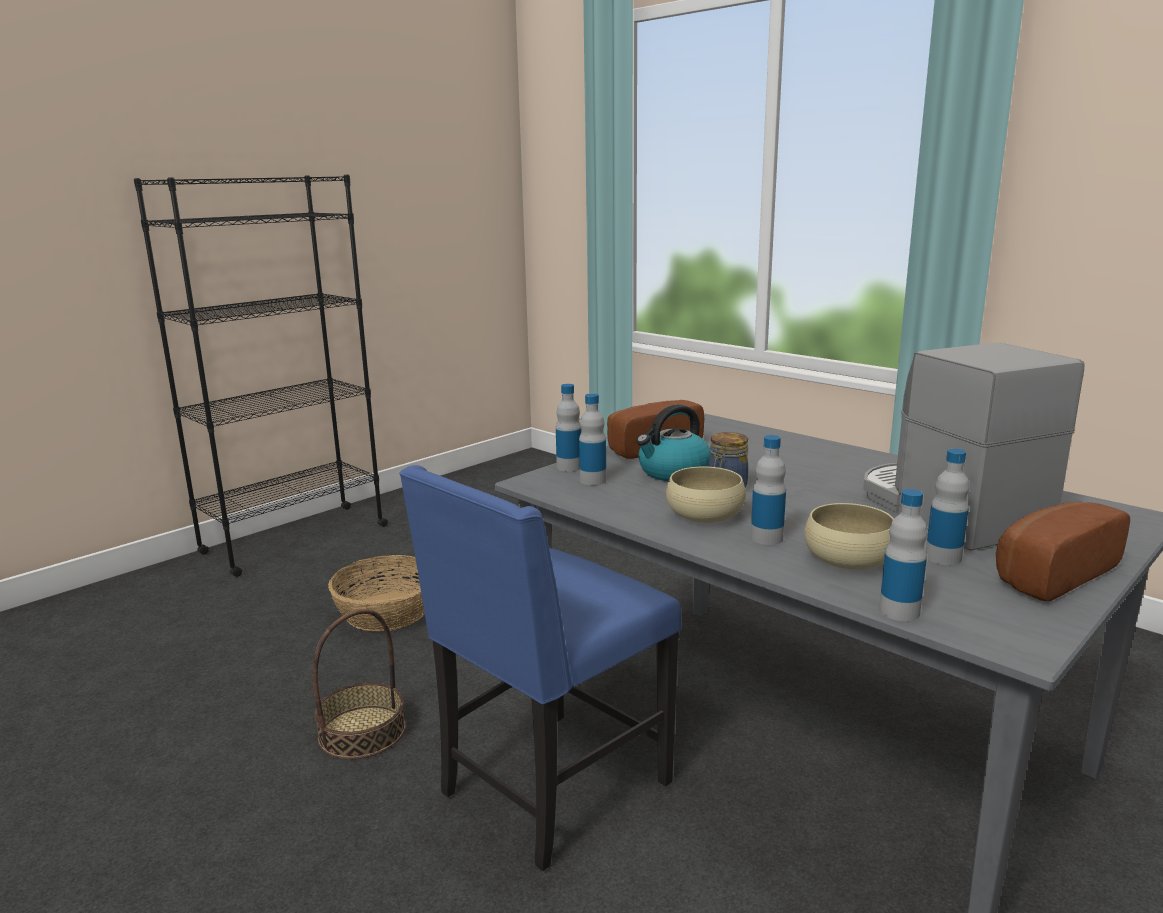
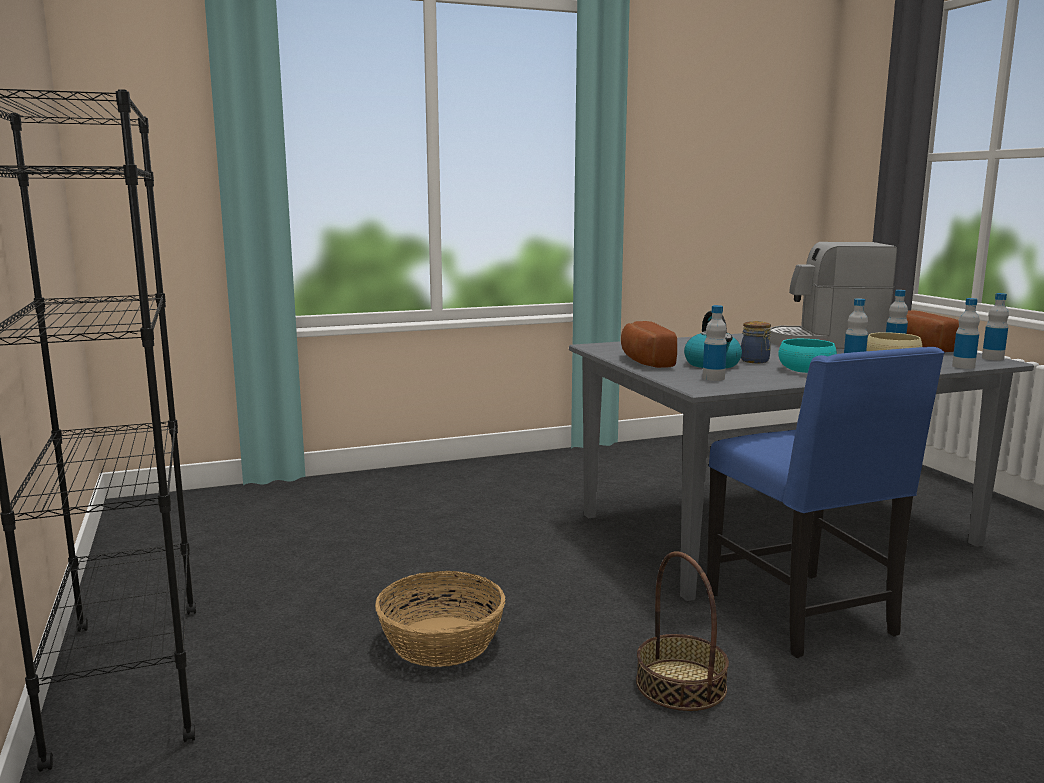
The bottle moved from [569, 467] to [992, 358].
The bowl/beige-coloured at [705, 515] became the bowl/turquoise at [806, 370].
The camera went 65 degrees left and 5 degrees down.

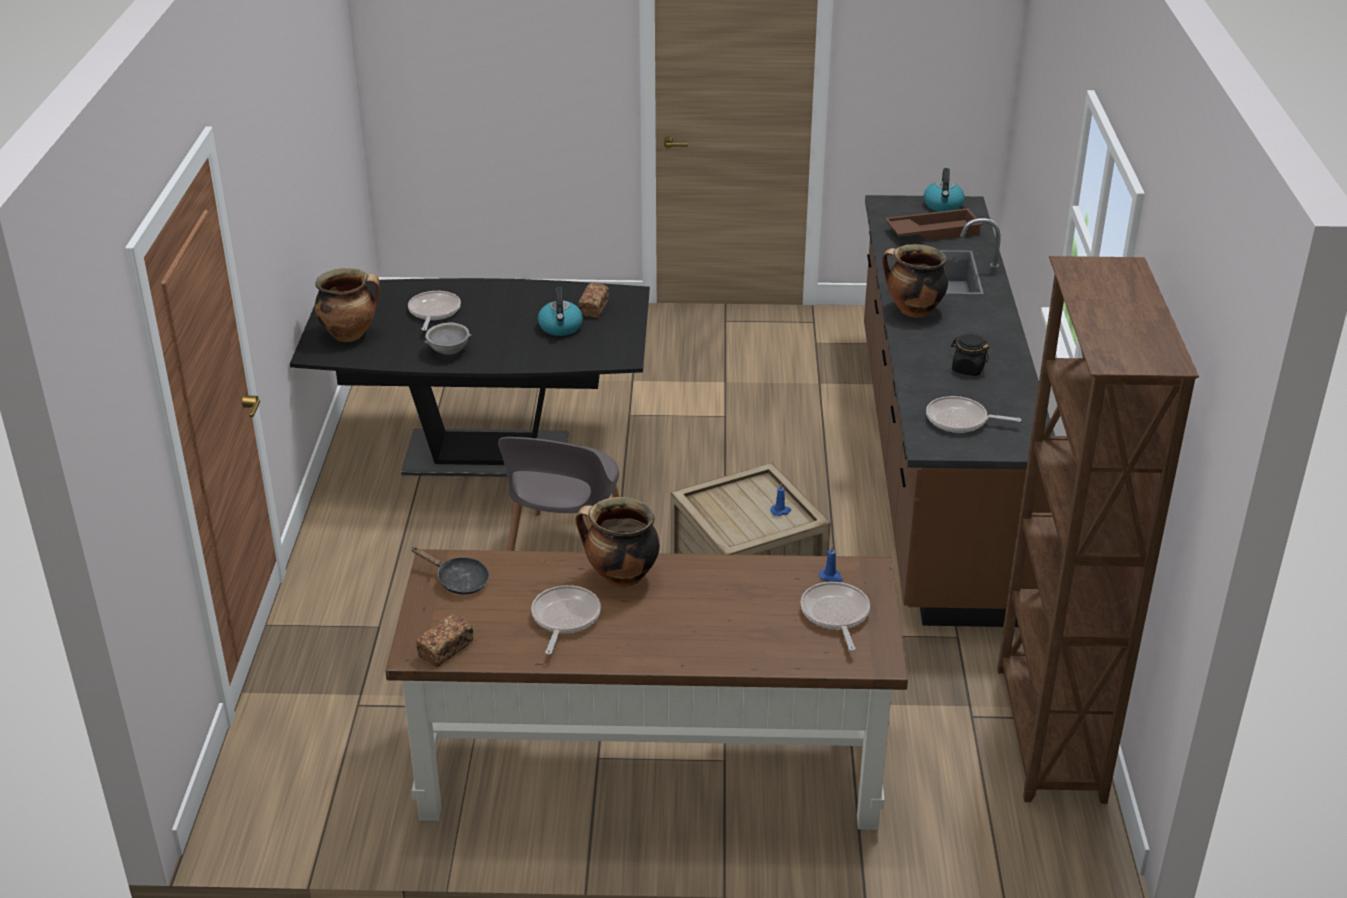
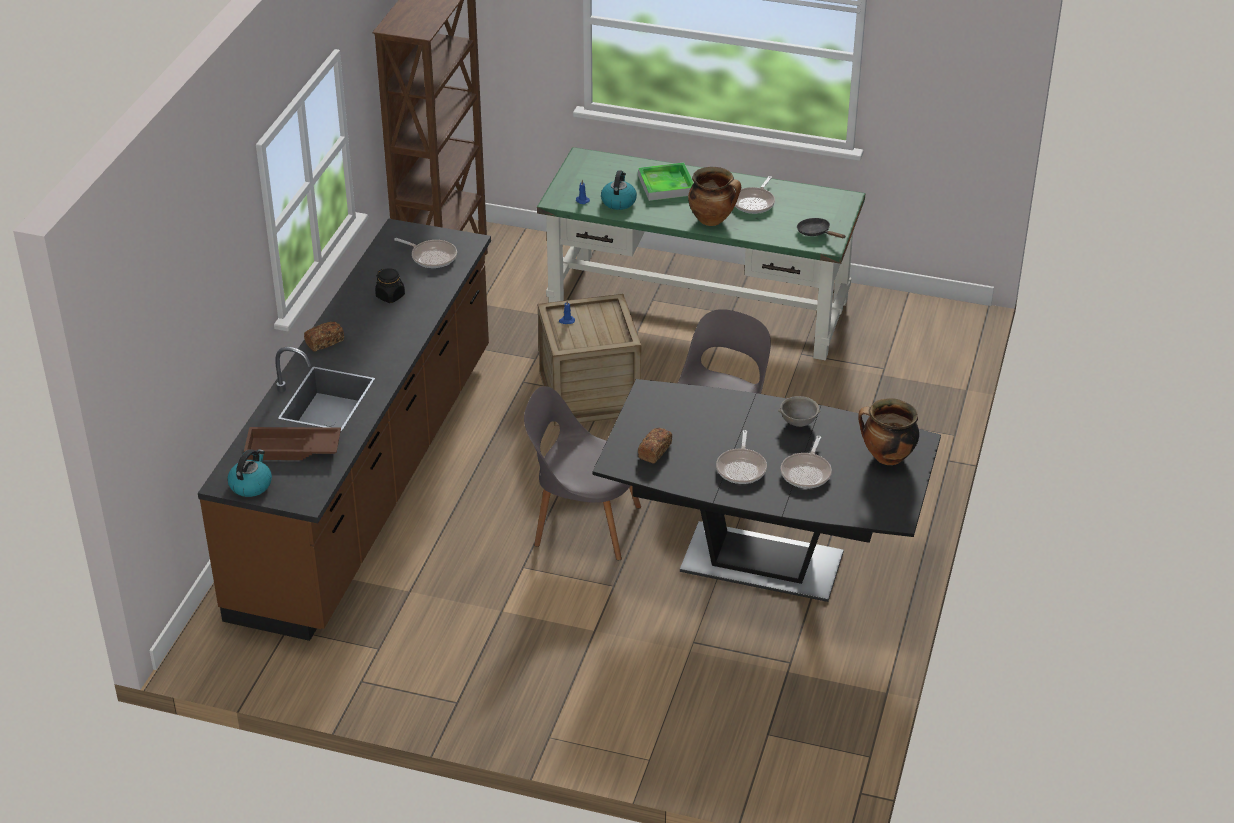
The cooking pot at [912, 311] disappeared.
The water kettle moved from [560, 327] to [618, 201].
The desk unit/brown-coloured at [648, 764] became the desk unit/green-coloured at [700, 305].
The frying pan moved from [835, 615] to [741, 468].
The baked bread moved from [446, 649] to [324, 342].
The carrying tray at [666, 185] appeared.
The upright chair/greyish at [582, 524] appeared.
The camera went 165 degrees left and 5 degrees up.

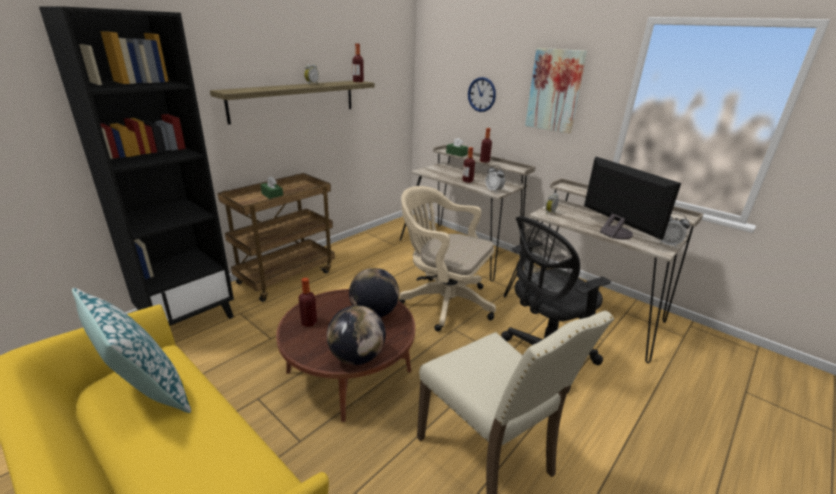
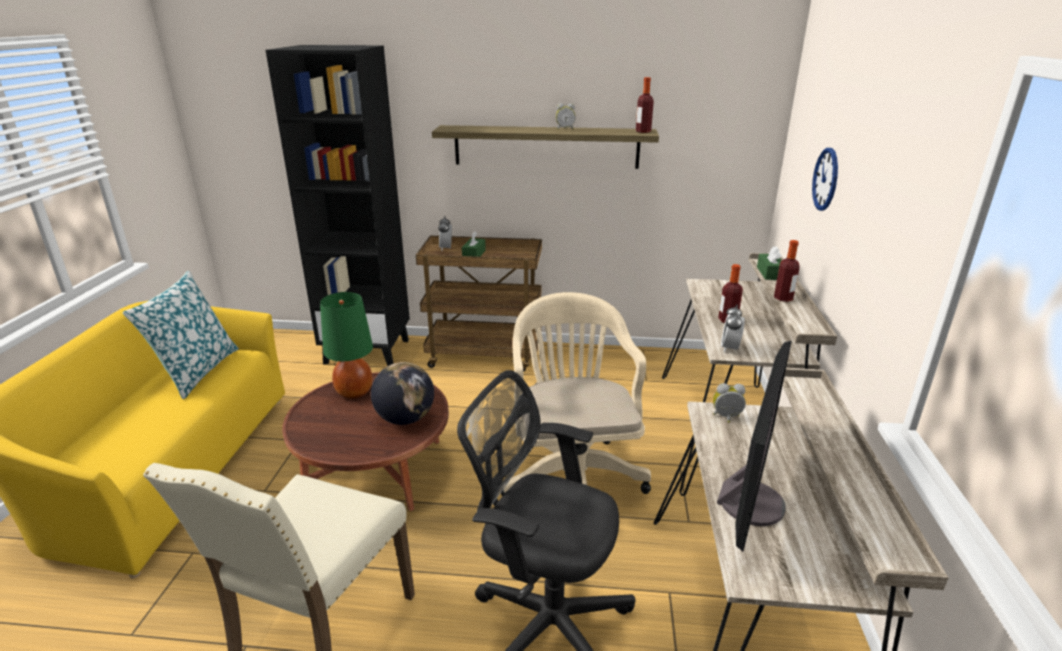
The wall art at [554, 90] disappeared.
The alarm clock moved from [668, 244] to [446, 248].
The bottle at [309, 322] was replaced by the tabletop lamp/green-coloured at [354, 392].
The desk globe at [357, 357] disappeared.
The camera went 55 degrees right and 0 degrees up.

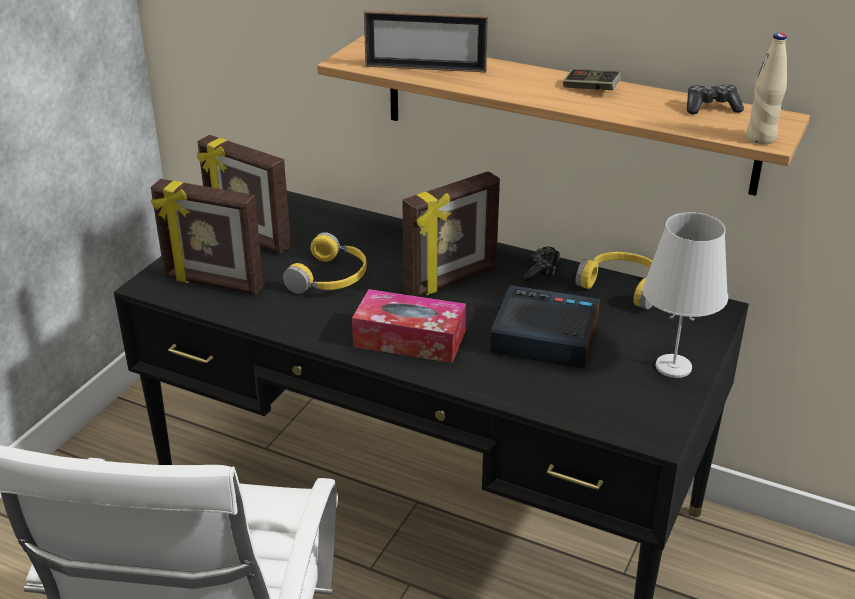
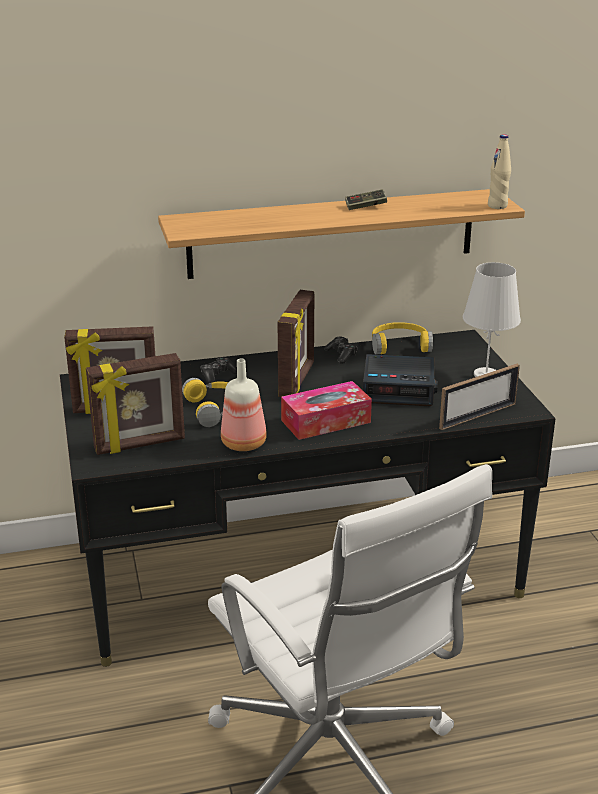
The standing frame moved from [425, 68] to [478, 416].
The gamepad moved from [711, 107] to [218, 376].
The alarm clock at [543, 338] turned 150 degrees counterclockwise.
The bottle at [244, 443] appeared.
The camera went 40 degrees left and 5 degrees down.

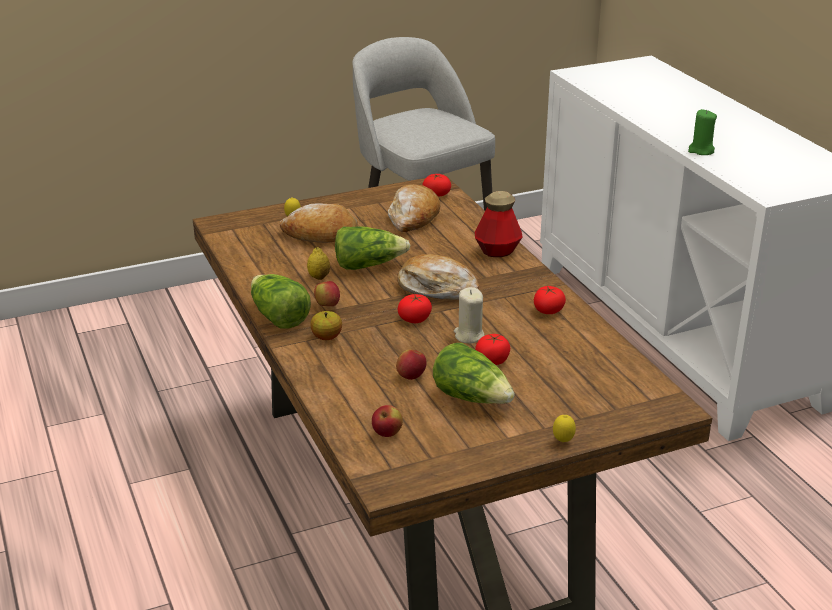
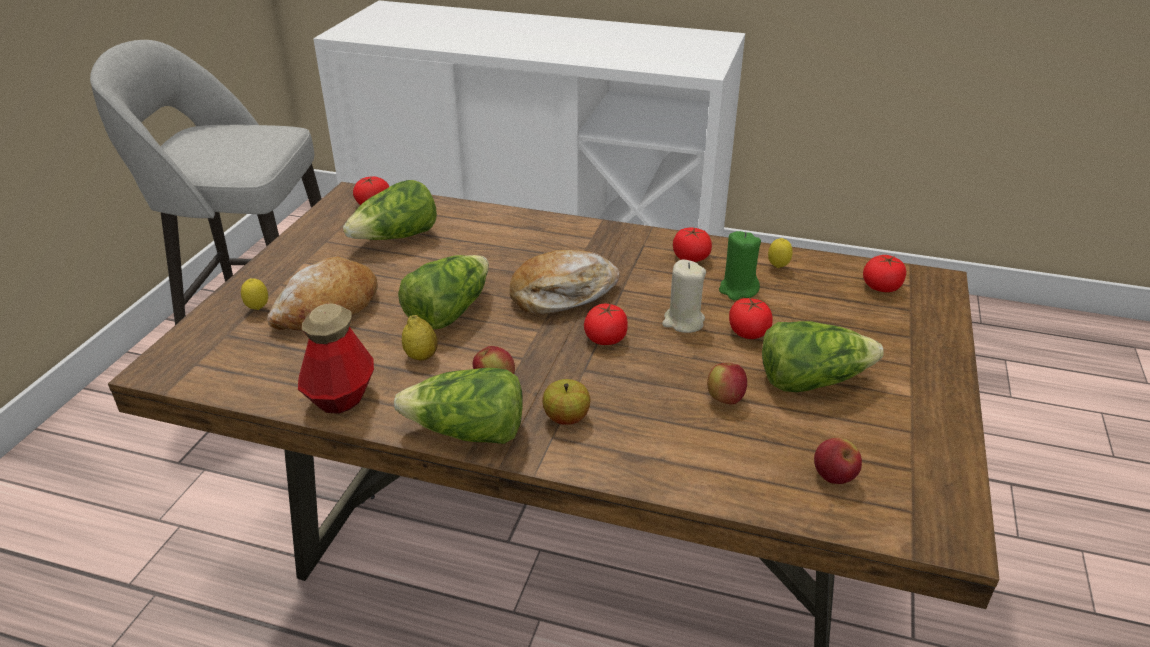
The wax light/green-coloured moved from [701, 151] to [738, 290].
The baked bread at [413, 218] was replaced by the lettuce at [396, 238].
The bottle moved from [497, 251] to [341, 397].
The lemon moved from [563, 441] to [778, 267].
The fresh tomato at [881, 286] appeared.
The camera went 50 degrees left and 5 degrees up.

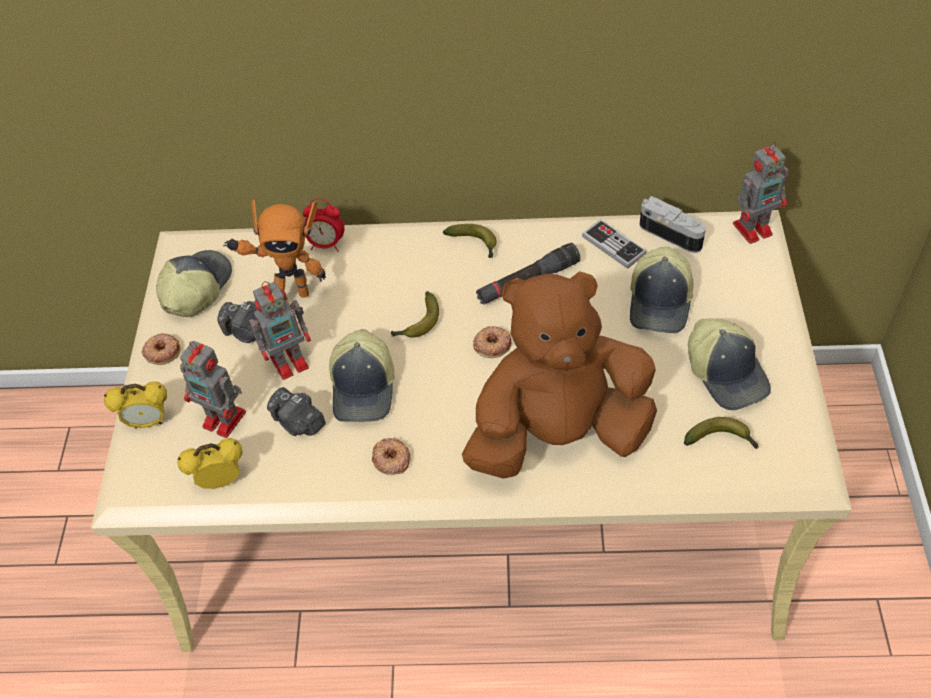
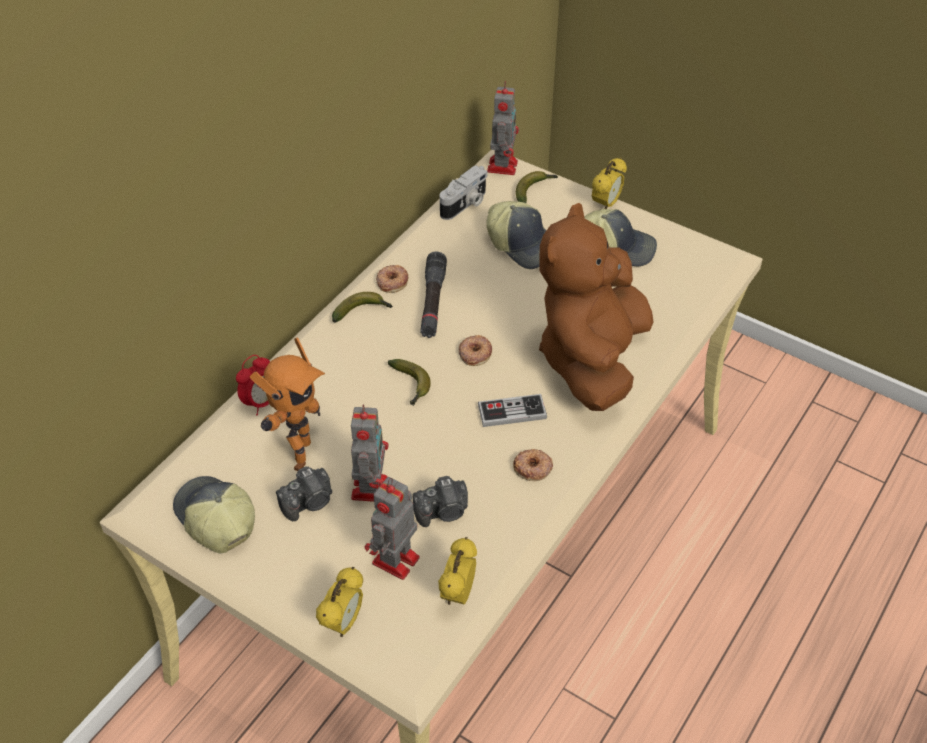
The photo camera at [672, 233] turned 150 degrees clockwise.
The gamepad moved from [613, 245] to [512, 412].
The peaked cap at [364, 387] disappeared.
The doughnut moved from [162, 351] to [392, 281].
The model robot at [226, 420] turned 150 degrees clockwise.
The banana fruit moved from [722, 440] to [534, 191].
The alarm clock at [606, 204] appeared.
The camera went 60 degrees left and 5 degrees down.

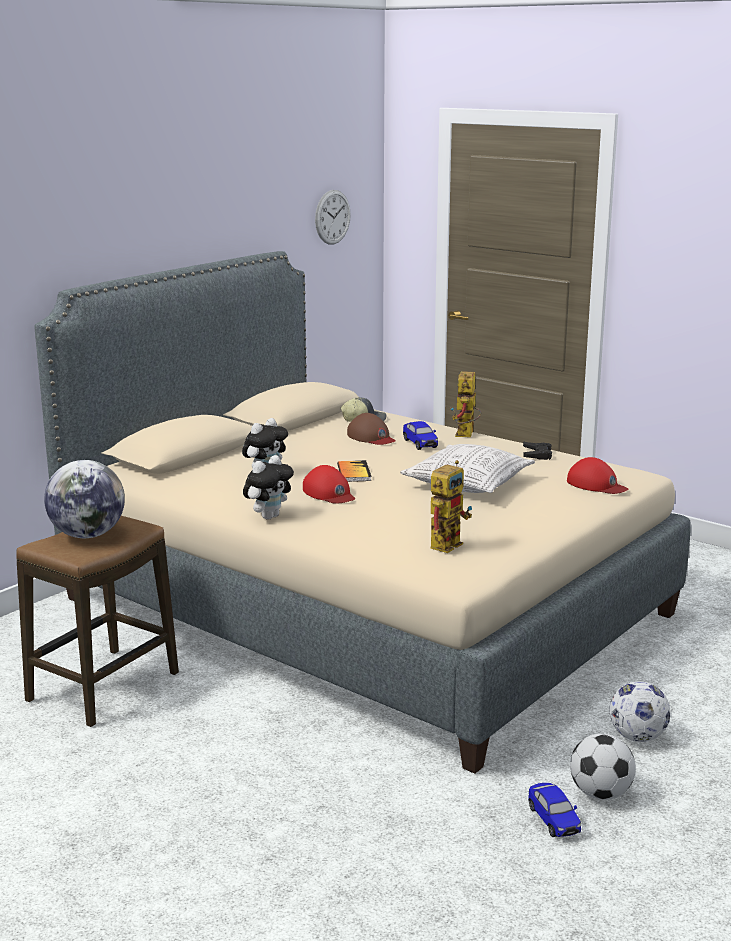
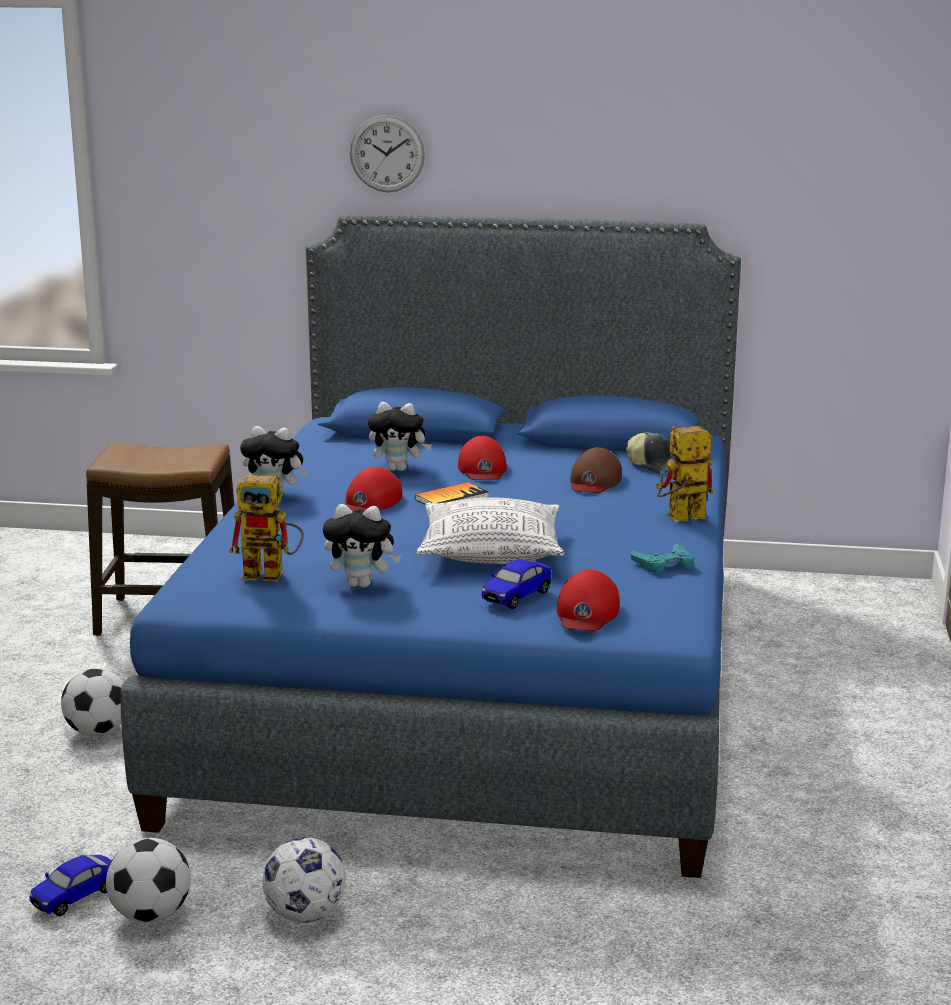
The wall clock moved from [332, 217] to [387, 153].
The bedroom bed/beige-coloured at [364, 606] became the bedroom bed/blue at [474, 680].
The miniature car moved from [420, 444] to [516, 597].
The gamepad/blackish at [537, 454] became the gamepad/turquoise at [664, 564].
The desk globe at [87, 535] disappeared.
The peaked cap/red at [482, 469] appeared.
The cuddly toy at [362, 584] appeared.
The football ball at [98, 732] appeared.
The camera went 60 degrees right and 0 degrees up.

